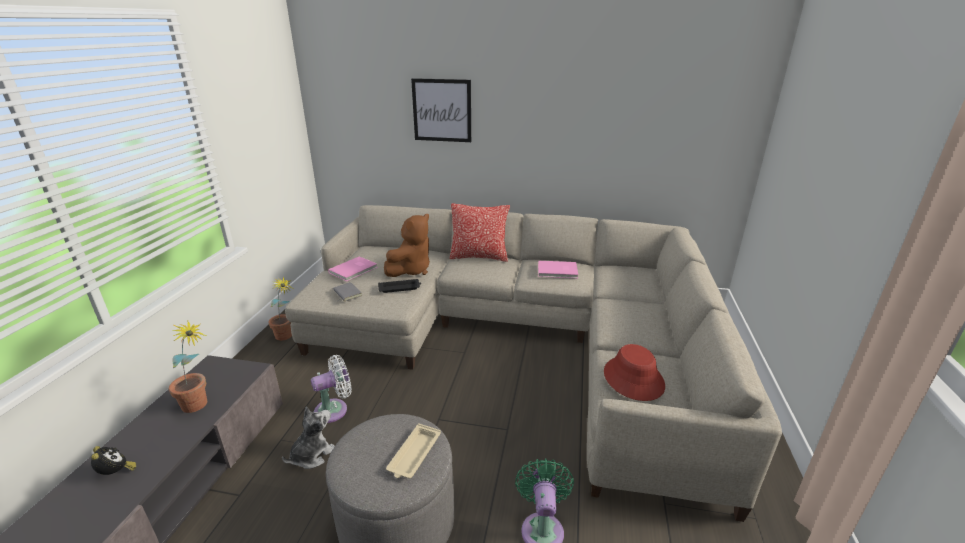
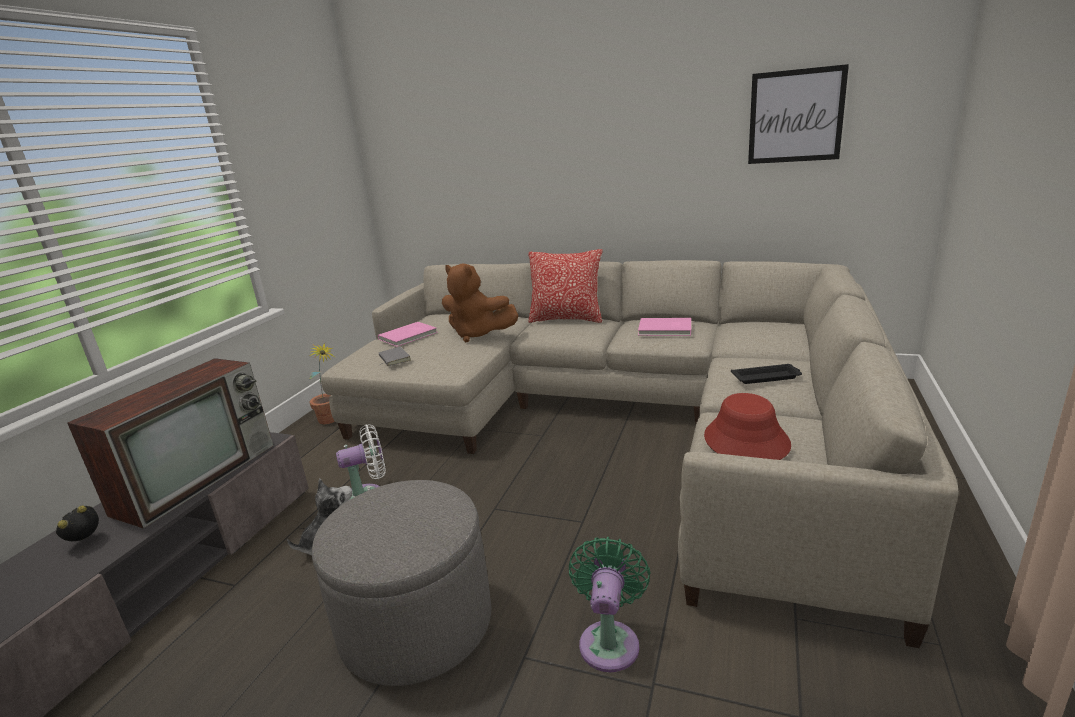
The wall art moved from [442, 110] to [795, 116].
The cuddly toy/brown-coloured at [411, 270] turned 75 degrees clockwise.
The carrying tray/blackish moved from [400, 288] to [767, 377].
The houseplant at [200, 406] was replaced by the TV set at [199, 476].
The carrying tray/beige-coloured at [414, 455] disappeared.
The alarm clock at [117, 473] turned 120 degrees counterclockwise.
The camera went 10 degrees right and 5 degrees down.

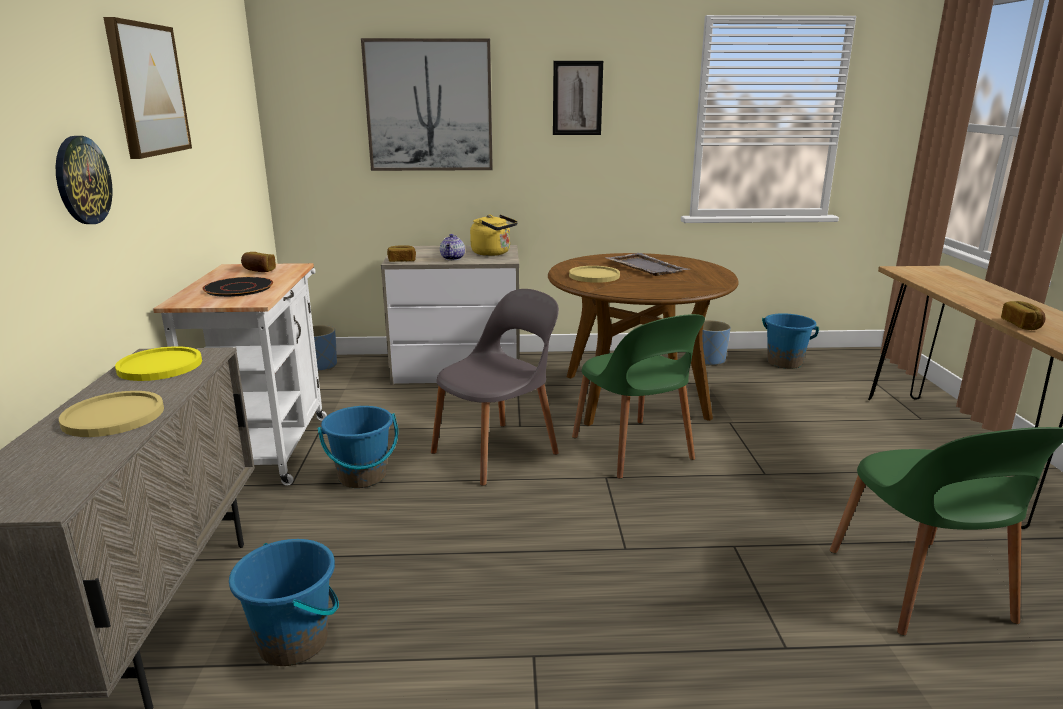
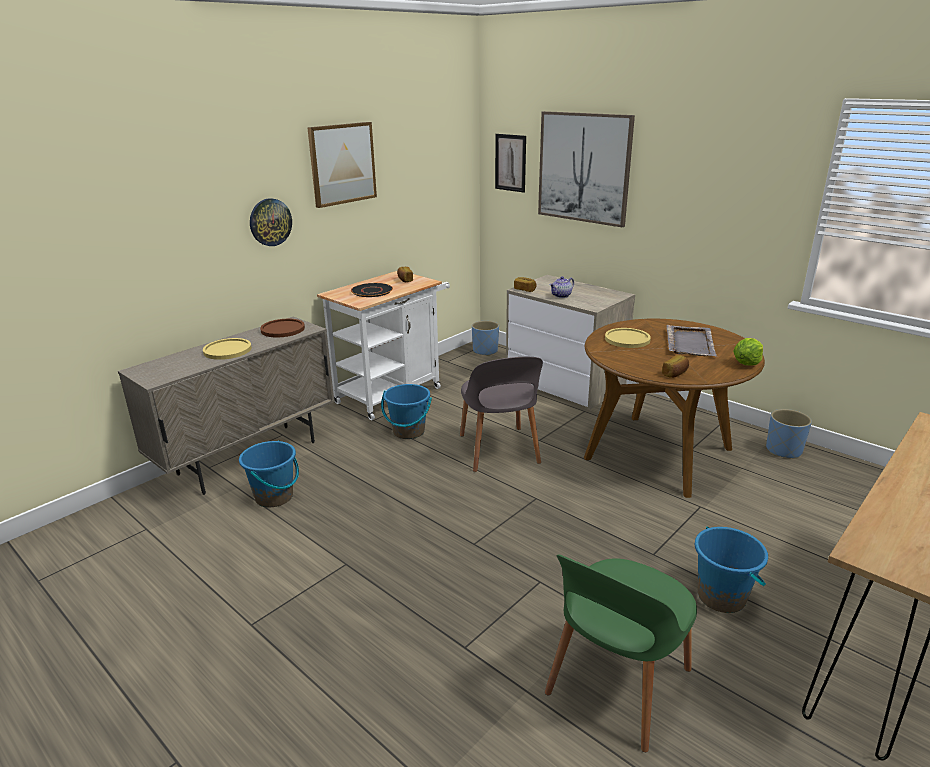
The wall art moved from [577, 98] to [510, 163].
The water kettle/yellow-coloured at [493, 253] disappeared.
The upright chair/greyish at [497, 452] turned 75 degrees clockwise.
The baked bread moved from [1021, 325] to [675, 373].
The pail/blue moved from [784, 362] to [721, 597].
The upright chair/green-coloured at [633, 450] disappeared.
The dinner plate/yellow-coloured at [160, 366] became the dinner plate/brown-coloured at [282, 329].
The lettuce at [747, 363] appeared.
The camera went 45 degrees right and 5 degrees up.

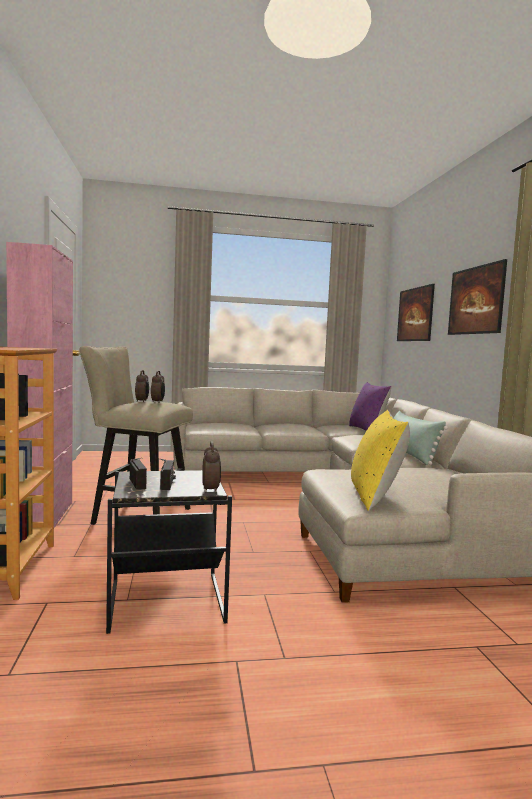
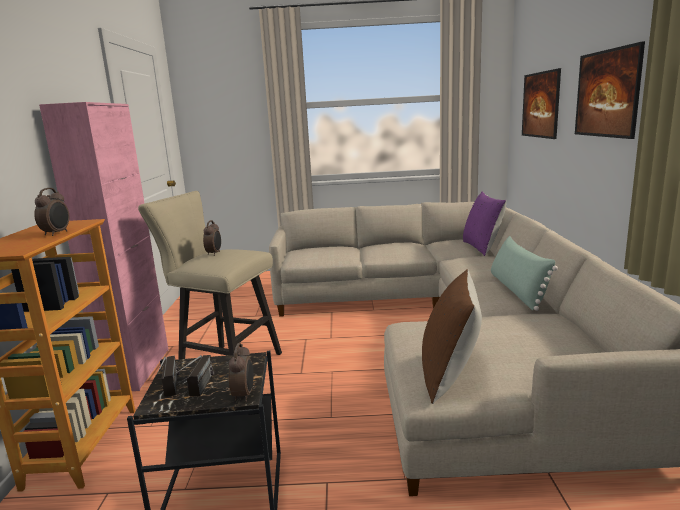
The alarm clock moved from [158, 402] to [57, 233].
The cushion/yellow-coloured at [375, 497] became the cushion/brown-coloured at [450, 376].
The camera went 10 degrees right and 10 degrees up.

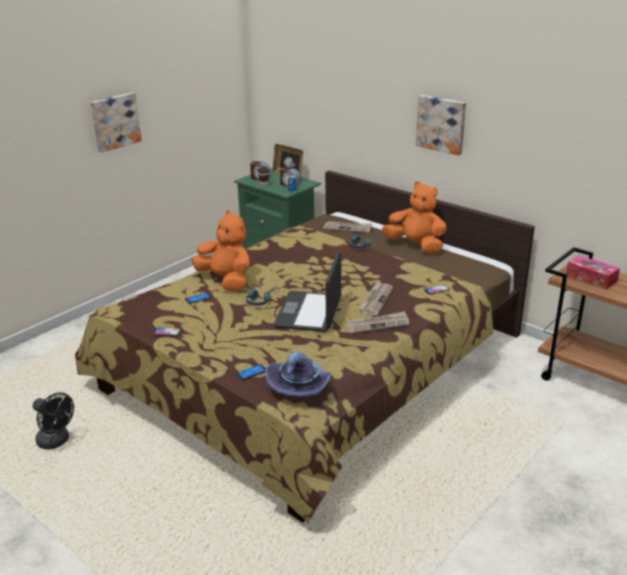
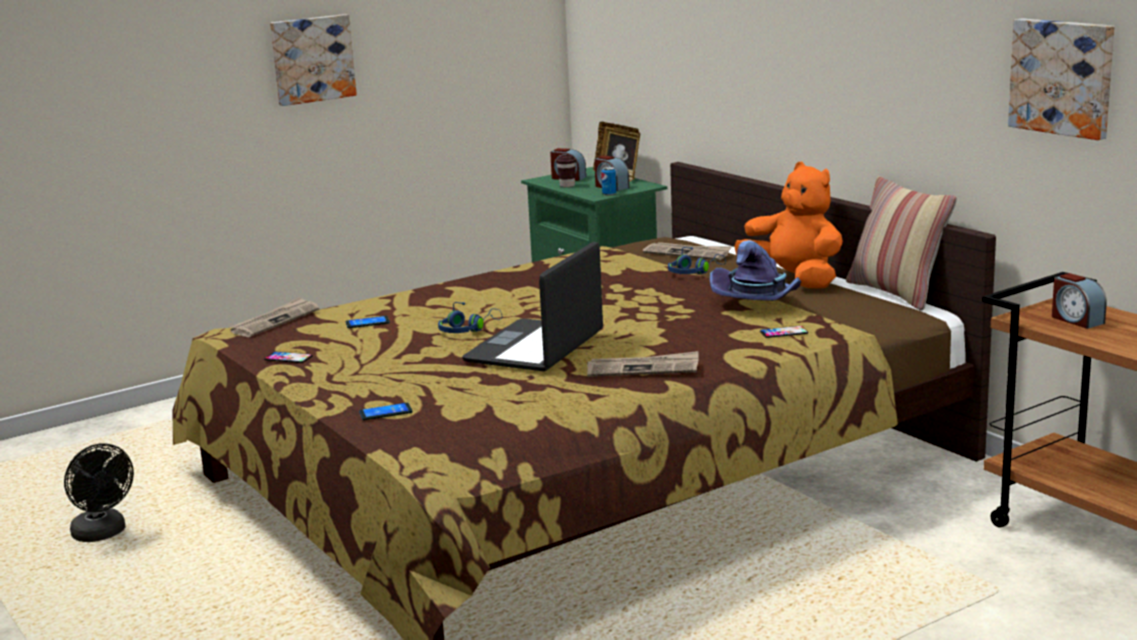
The wall art moved from [441, 124] to [1063, 77].
The cuddly toy/orange-coloured at [226, 281] disappeared.
The box of tissues at [591, 278] was replaced by the alarm clock at [1076, 320].
The newspaper moved from [376, 300] to [275, 321].
The clothing hat/purple moved from [300, 386] to [757, 302].
The cushion at [897, 293] appeared.
The camera went 15 degrees right and 10 degrees down.

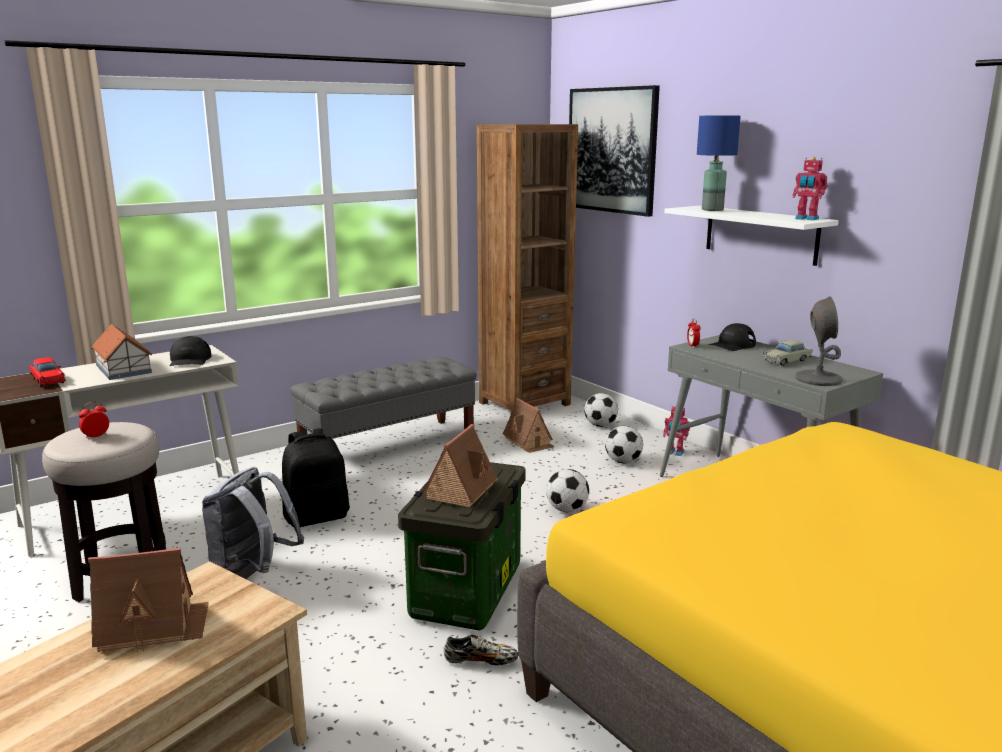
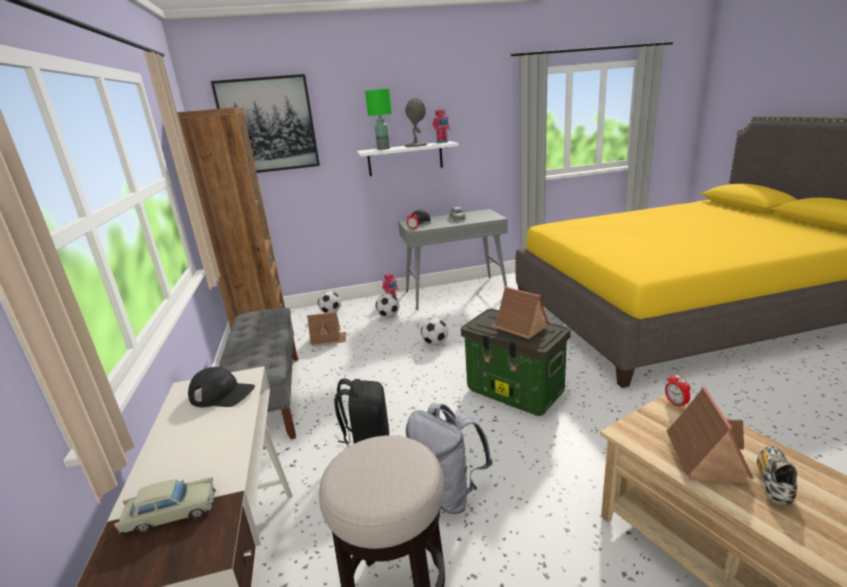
The tabletop lamp/blue at [713, 210] became the tabletop lamp/green-coloured at [384, 149].
The tabletop lamp/greyish moved from [818, 379] to [415, 145].
The miniature house at [124, 368] disappeared.
The miniature car/red at [48, 380] became the miniature car/beige-coloured at [171, 513].
The alarm clock moved from [96, 436] to [675, 403].
The low shoe moved from [481, 661] to [774, 481].
The camera went 65 degrees left and 5 degrees up.

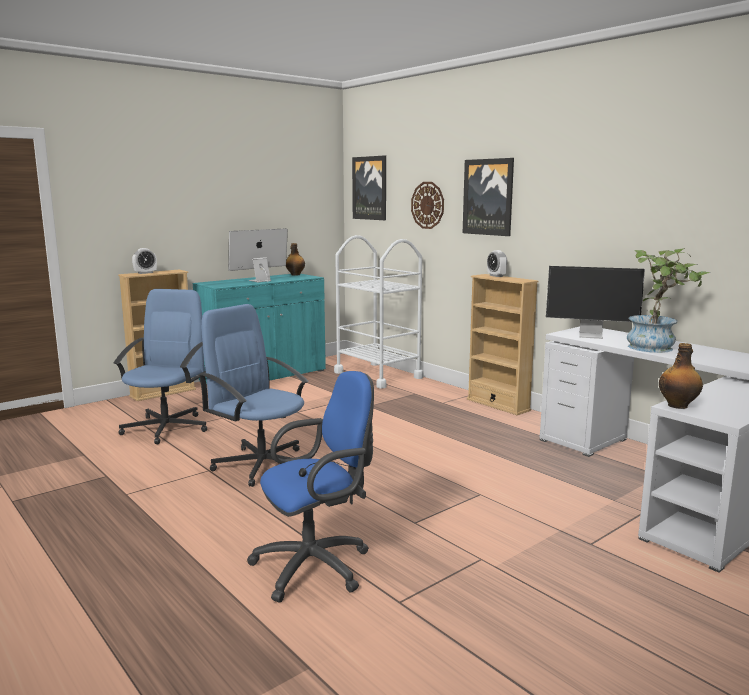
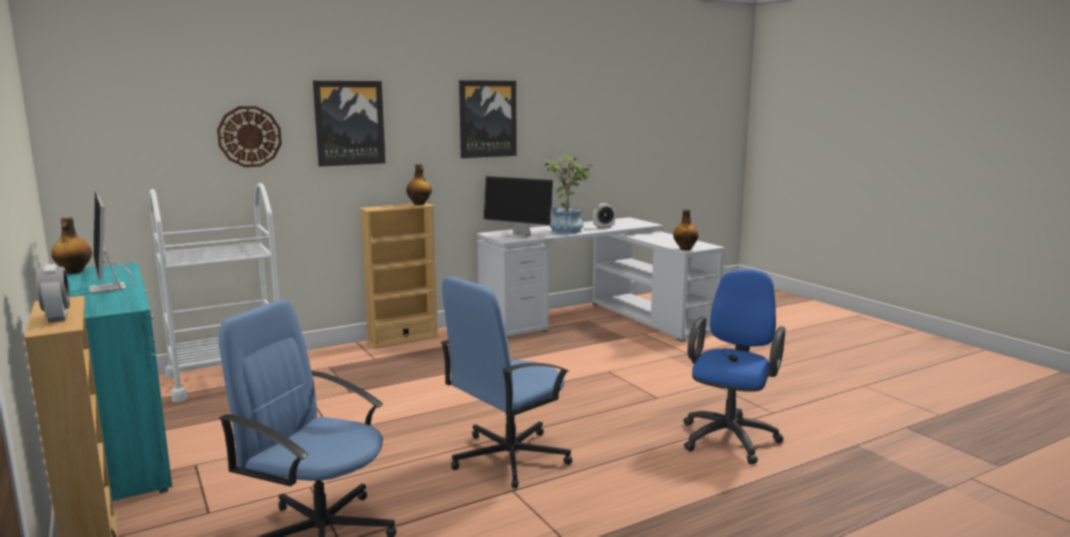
The wall art moved from [370, 188] to [487, 119].
The alarm clock moved from [496, 276] to [603, 227].
The monitor at [591, 335] turned 90 degrees clockwise.
The desk chair/blue at [318, 566] turned 45 degrees clockwise.
The bottle at [419, 204] appeared.
The camera went 80 degrees left and 0 degrees up.

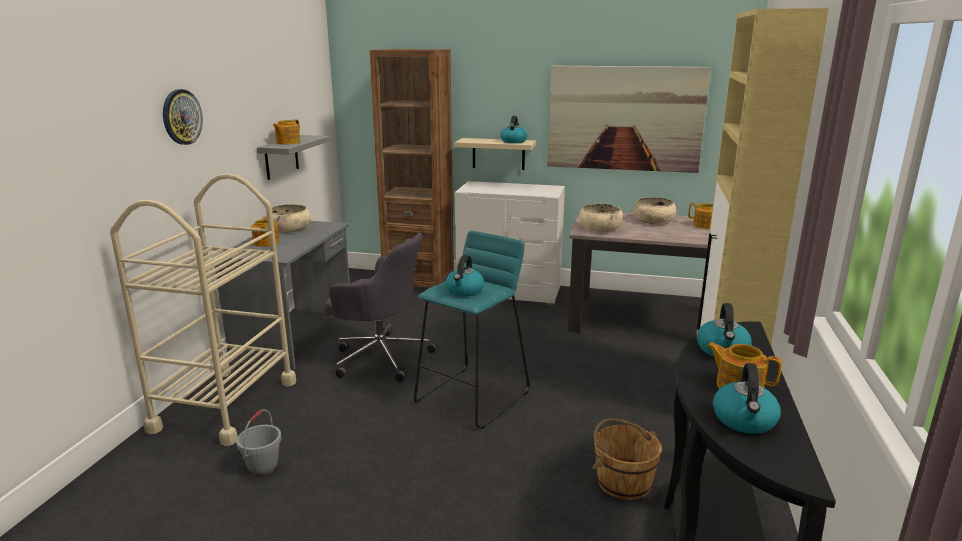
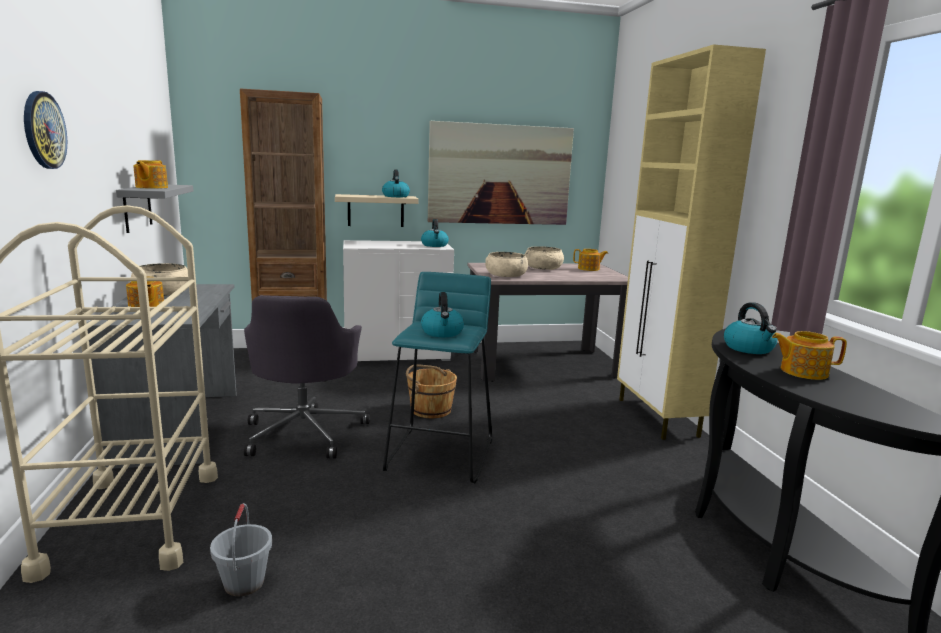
The desk chair/greyish at [380, 357] turned 90 degrees clockwise.
The water kettle moved from [744, 420] to [435, 245].
The pail/brown-coloured moved from [623, 481] to [430, 409].
The camera went 25 degrees left and 5 degrees down.

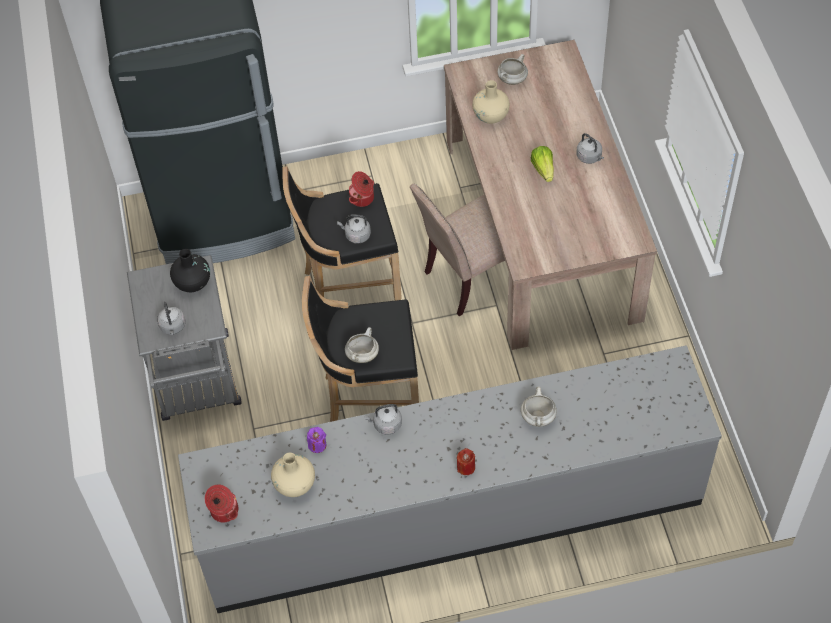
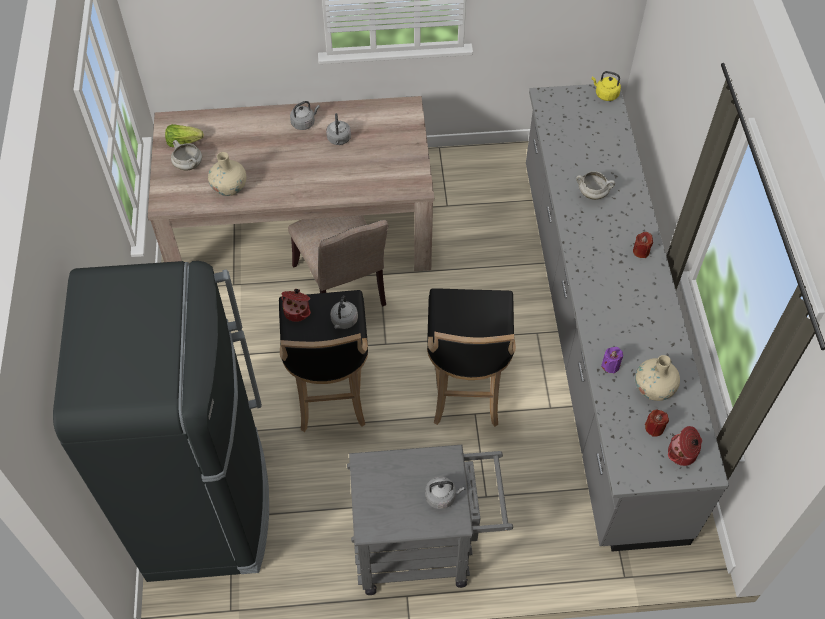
The lettuce moved from [543, 169] to [183, 142].
The flower vase/blackish at [192, 282] disappeared.
The cooking pot/whitish at [362, 354] disappeared.
The water kettle/greyish moved from [386, 424] to [339, 139].
The water kettle/yellow-coloured at [605, 94] appeared.
The wax light/red at [654, 428] appeared.
The camera went 85 degrees left and 0 degrees up.

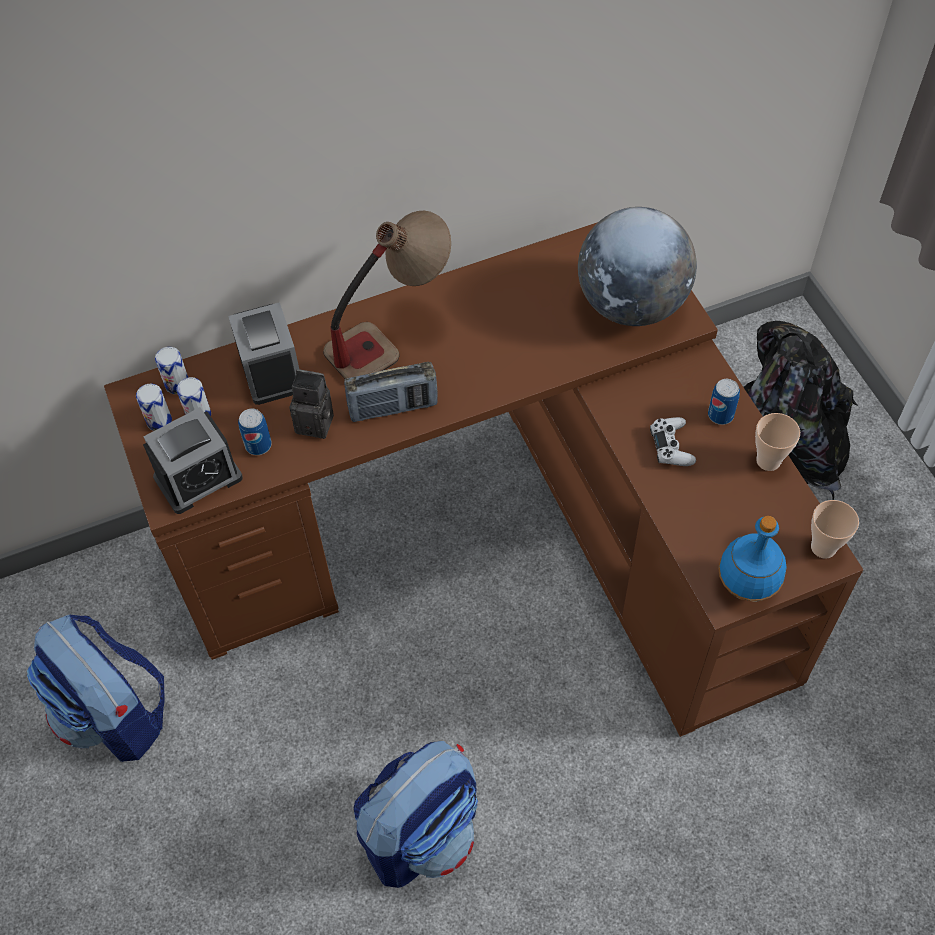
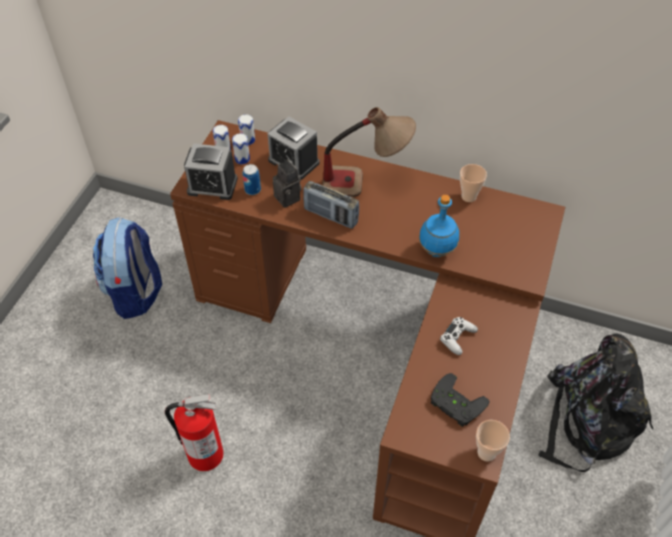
The desk globe at [632, 304] disappeared.
The alarm clock at [271, 371] turned 105 degrees clockwise.
The can at [720, 415] disappeared.
The small cup moved from [768, 461] to [468, 196].
The bottle/blue moved from [747, 586] to [437, 251].
The backpack at [422, 832] was replaced by the extinguisher at [205, 454].
The gamepad/blackish at [455, 404] appeared.
The camera went 40 degrees right and 5 degrees down.

